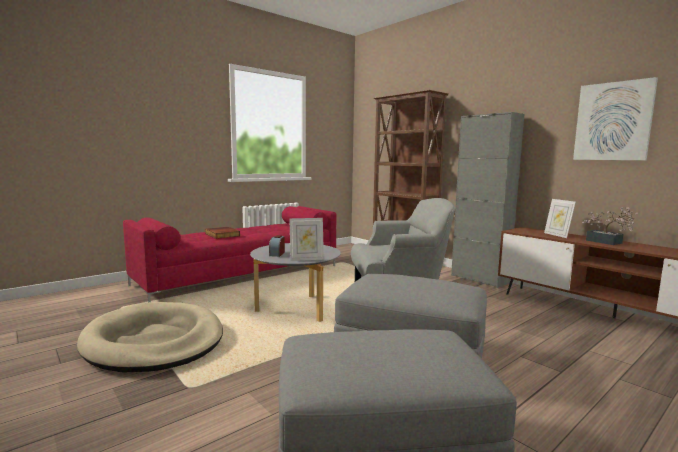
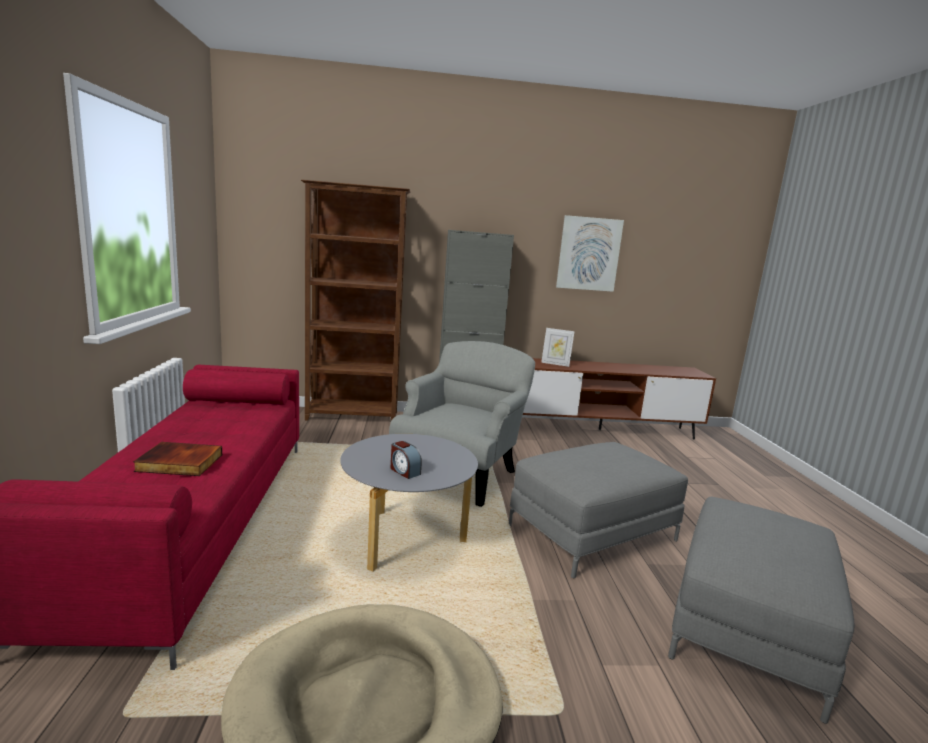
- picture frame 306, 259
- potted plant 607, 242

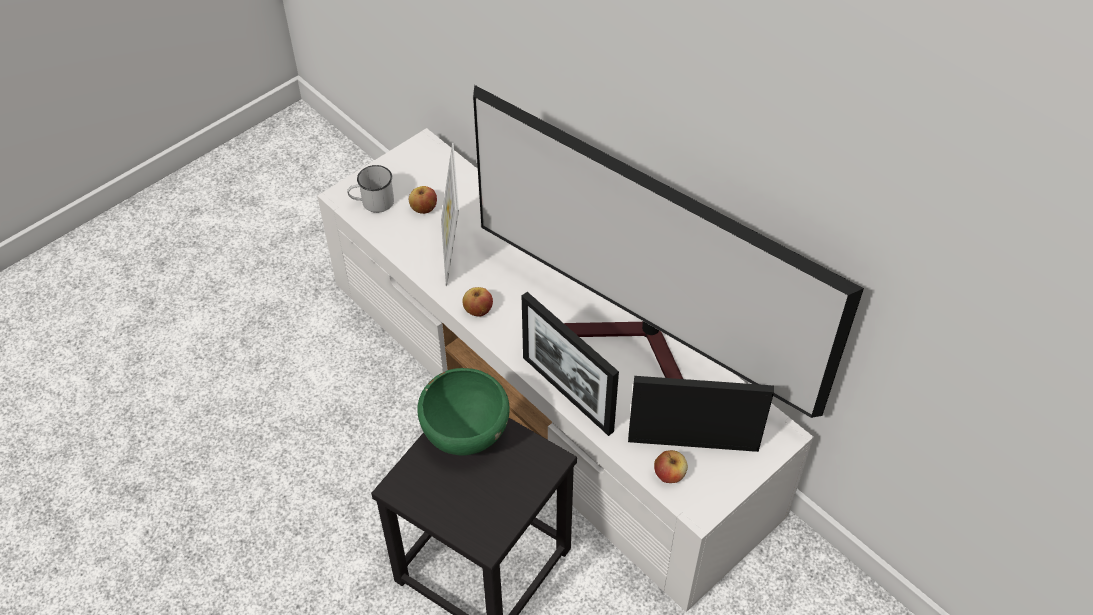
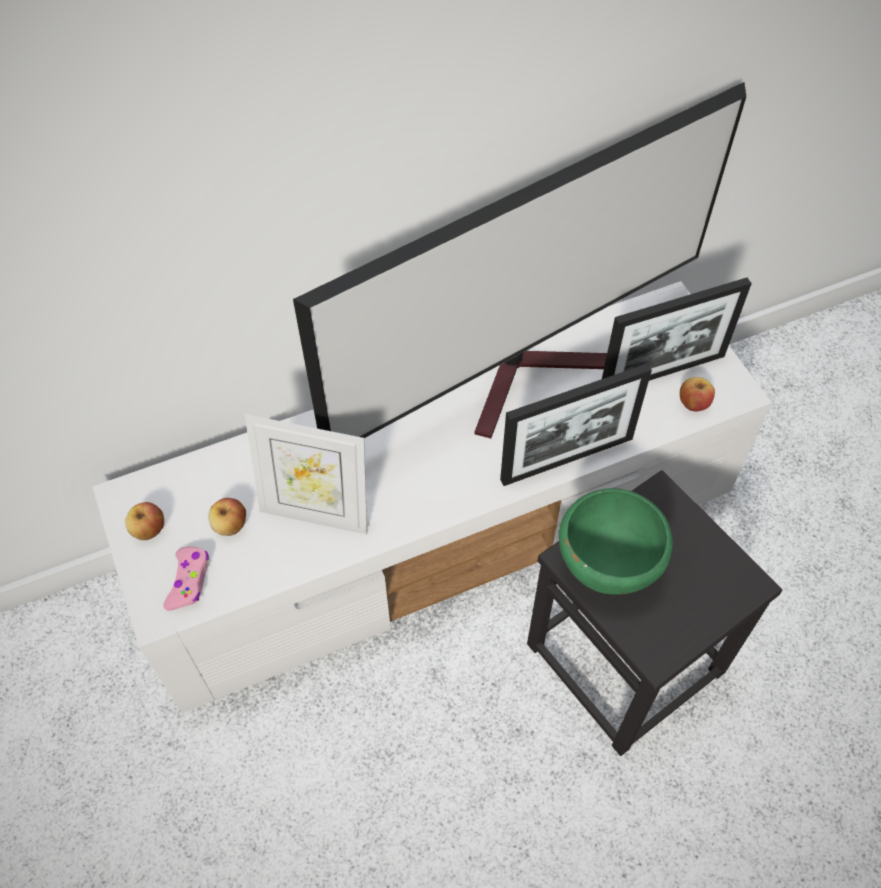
~ apple 478, 310 to 149, 529
~ white mug 372, 202 to pink game controller 189, 581
~ picture frame 693, 443 = 662, 372 135 degrees counterclockwise

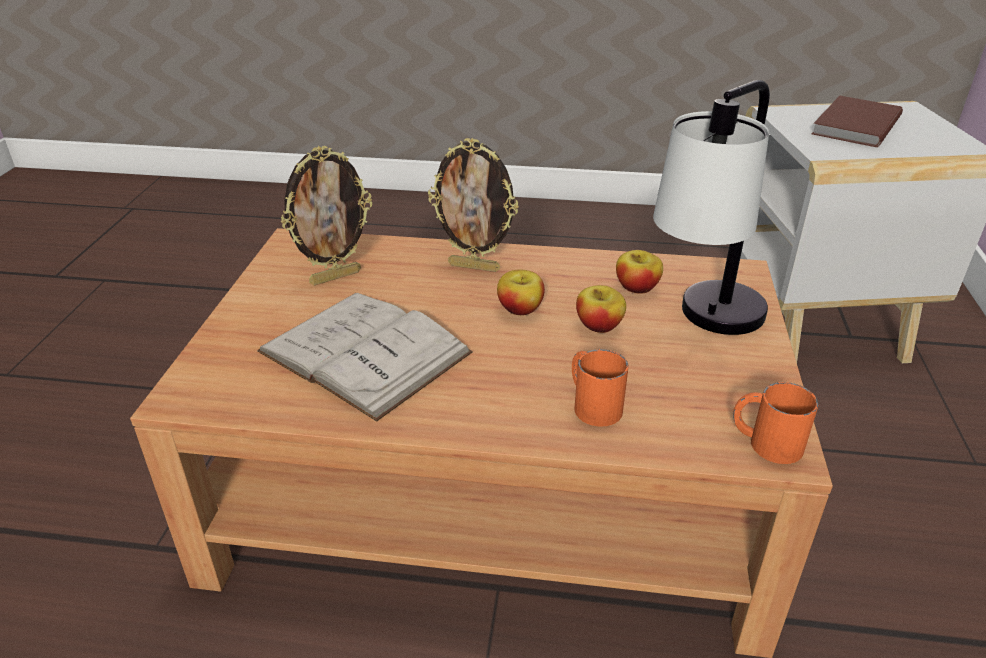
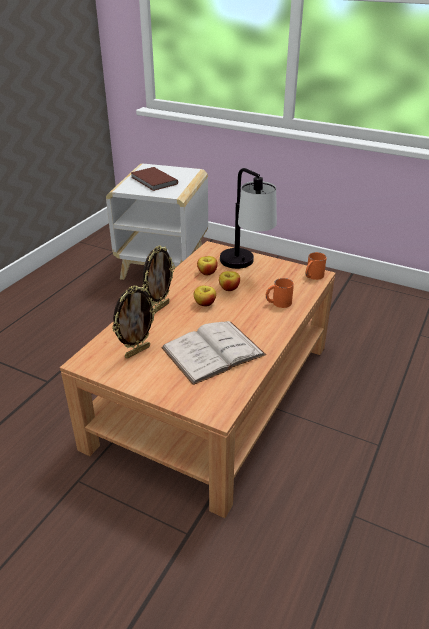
~ picture frame 335, 277 = 137, 351 60 degrees clockwise

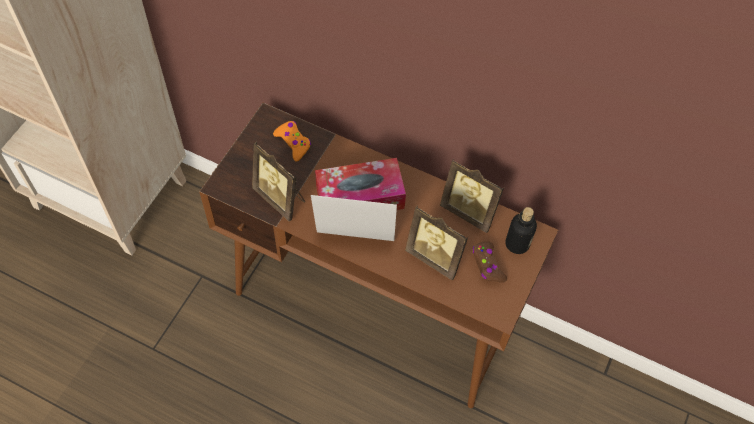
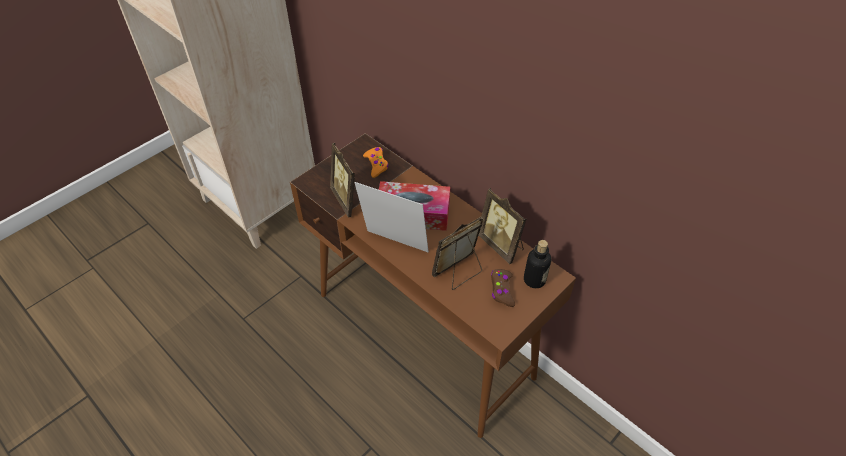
~ picture frame 436, 257 = 459, 273 90 degrees clockwise

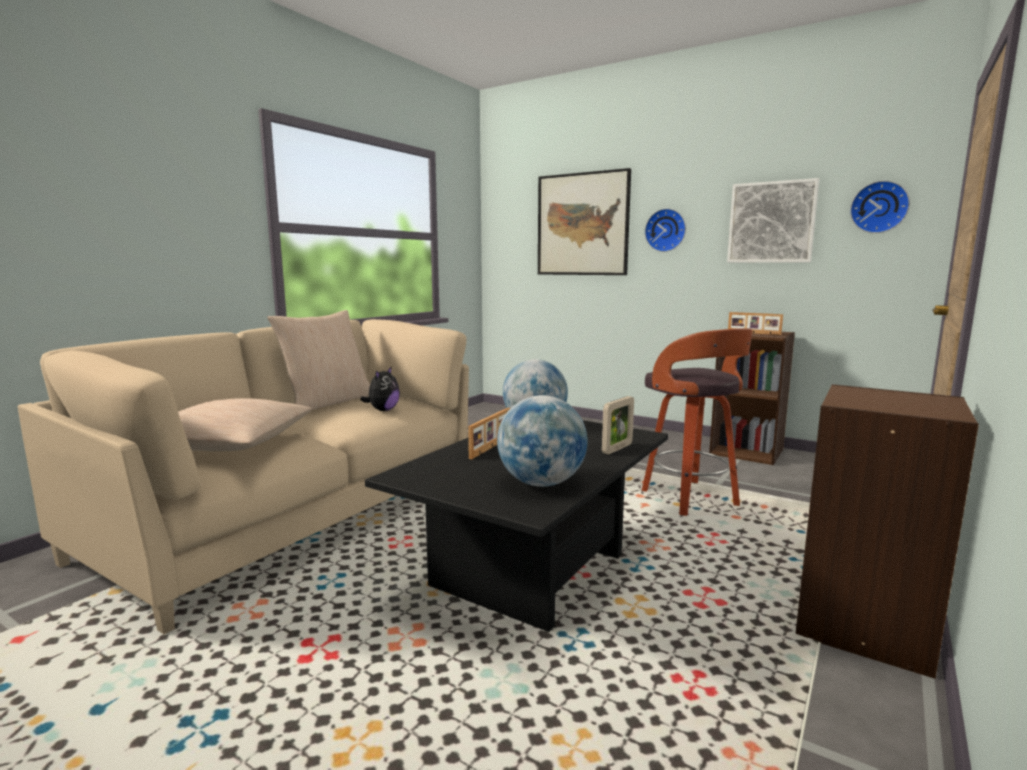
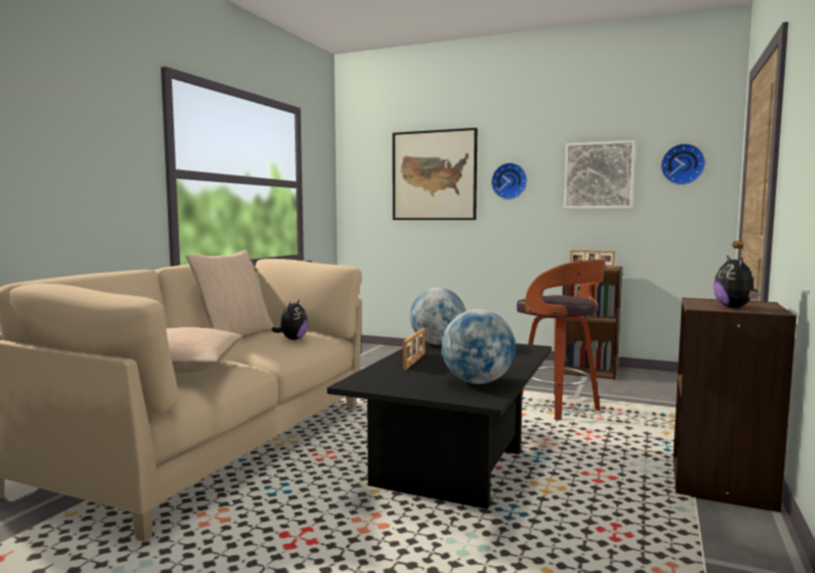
- picture frame 617, 449
+ plush toy 735, 308

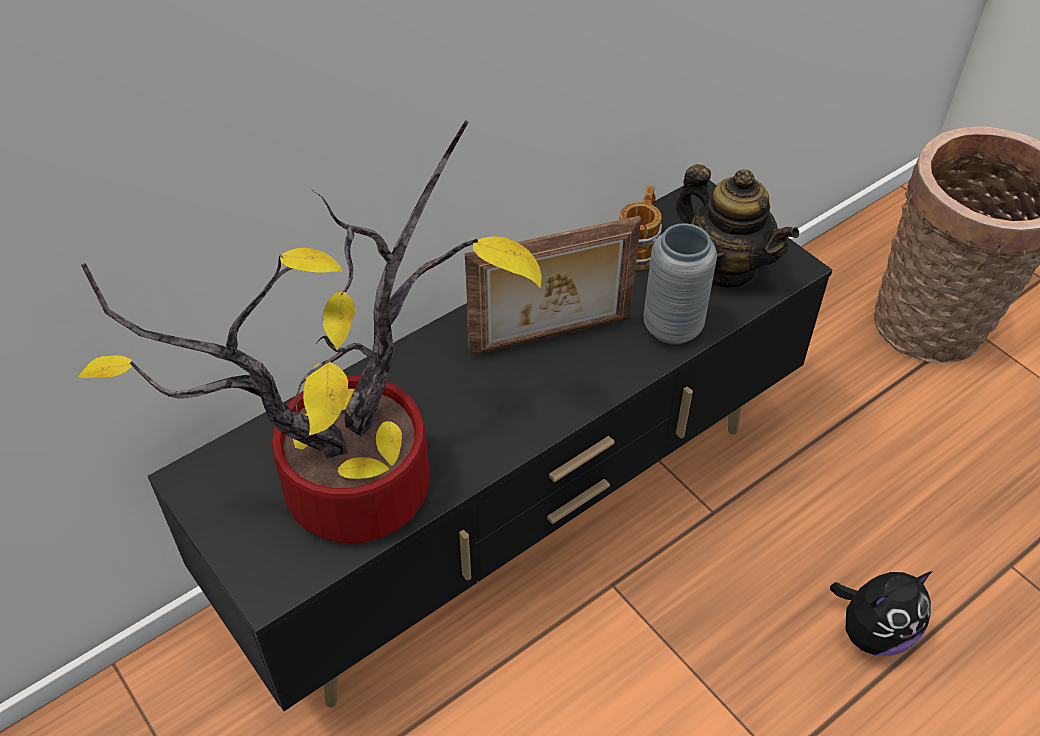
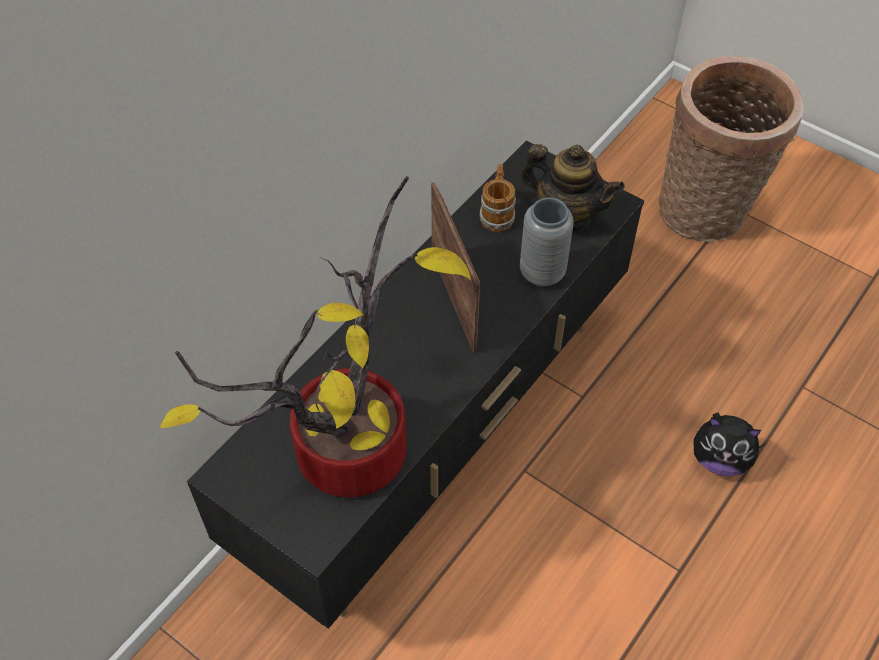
~ picture frame 551, 338 = 455, 300 75 degrees counterclockwise
~ plush toy 873, 632 = 719, 459 60 degrees clockwise

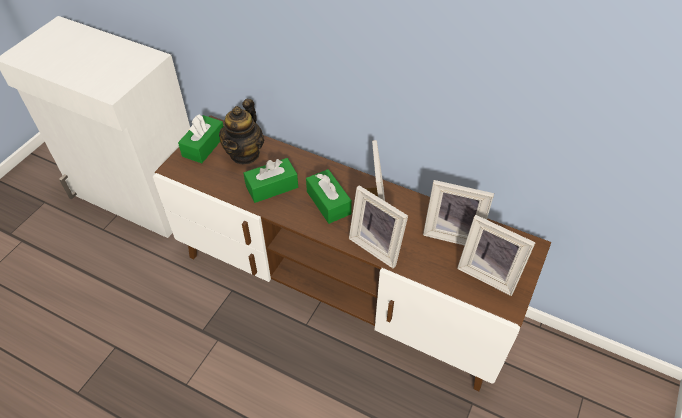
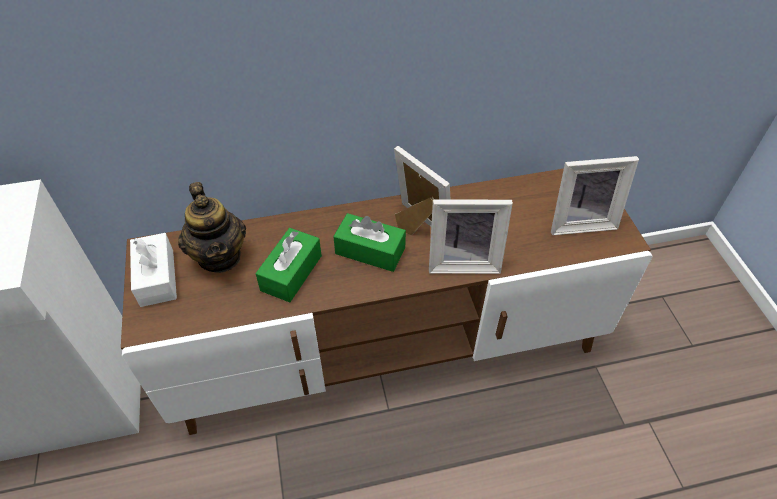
- picture frame 452, 232
~ green tissue box 204, 146 to white tissue box 157, 277

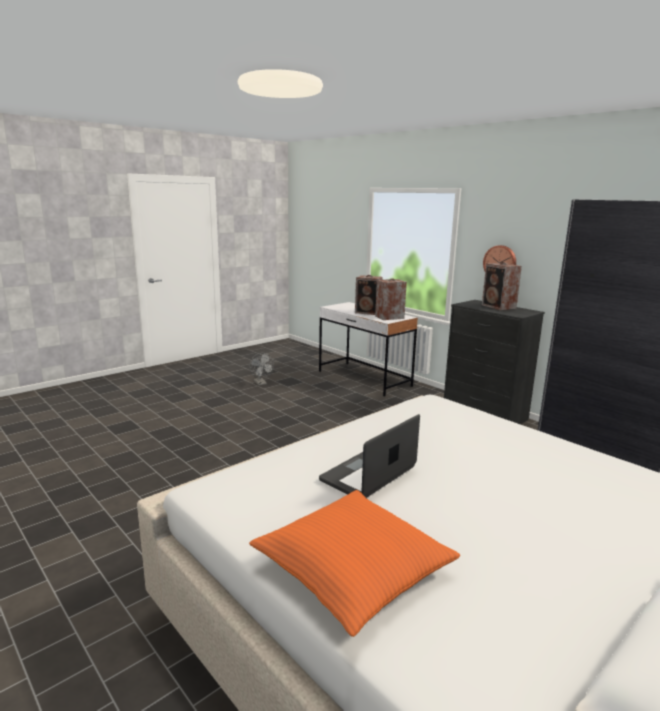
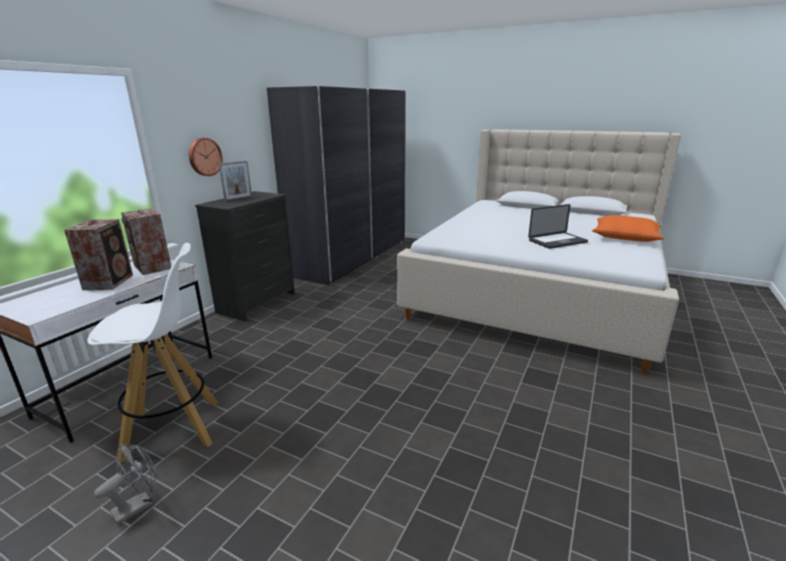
+ white stool 174, 429
~ speaker 499, 307 to picture frame 238, 198
~ laptop 368, 474 = 557, 241 45 degrees counterclockwise

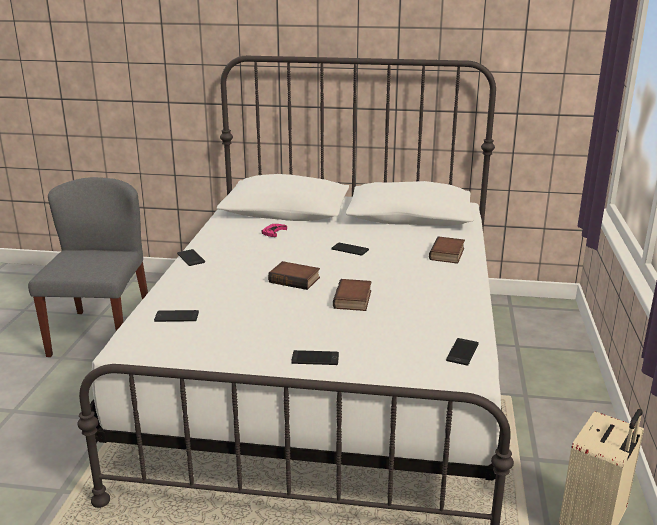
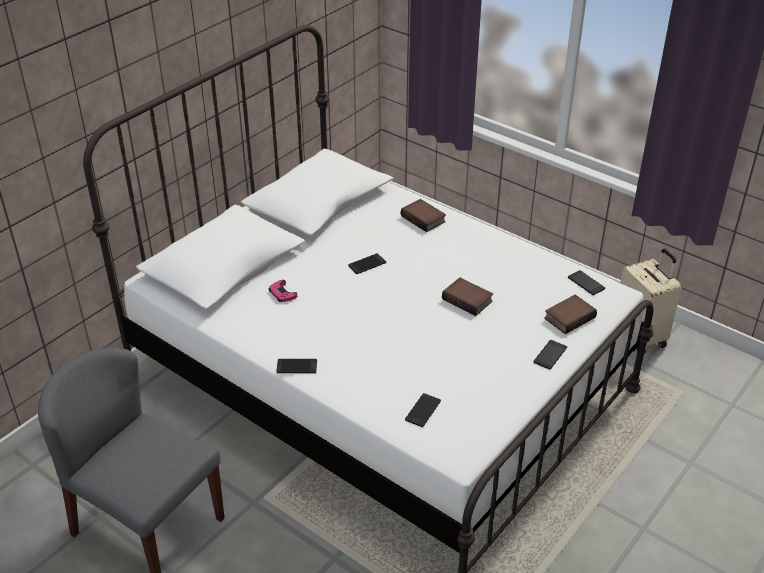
~ book 295, 279 to 569, 317

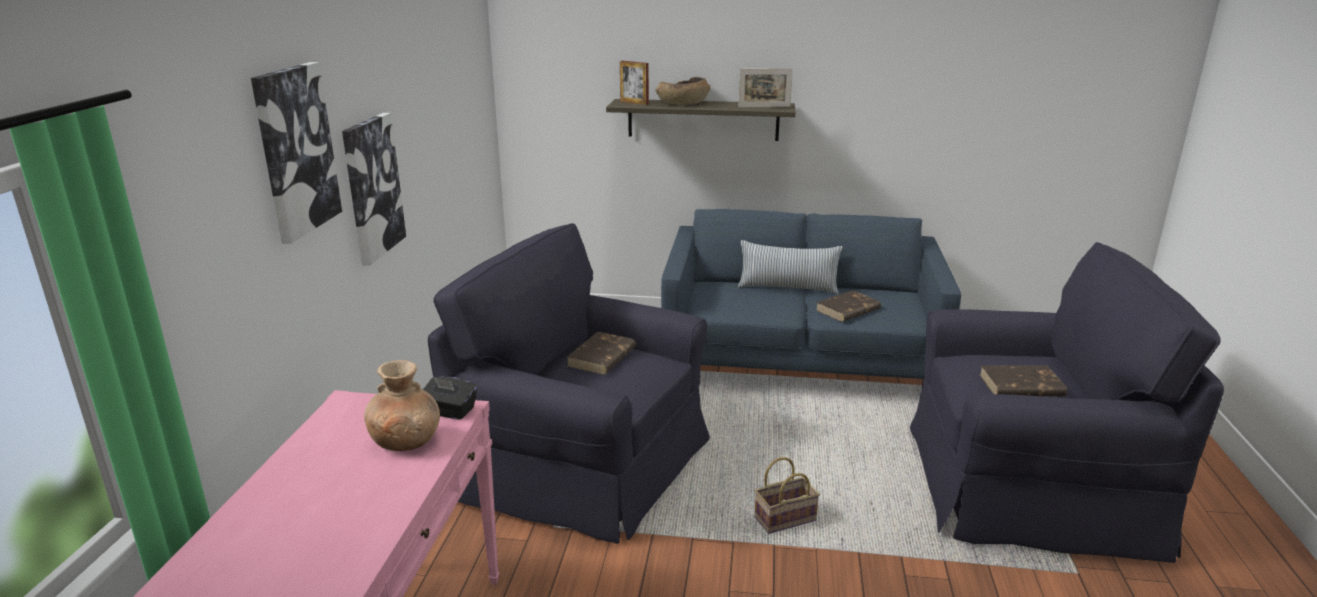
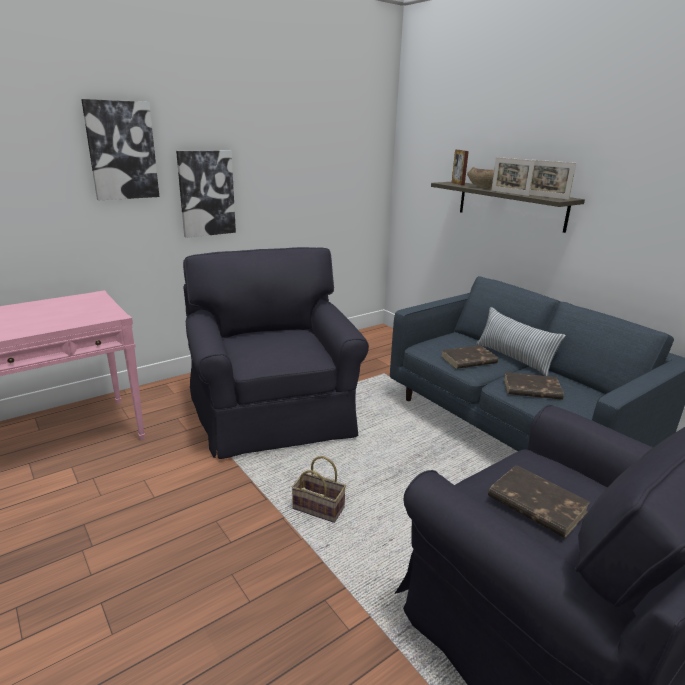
- brown vase 406, 441
- black tissue box 449, 411
+ picture frame 509, 193
~ brown book 601, 357 to 468, 360

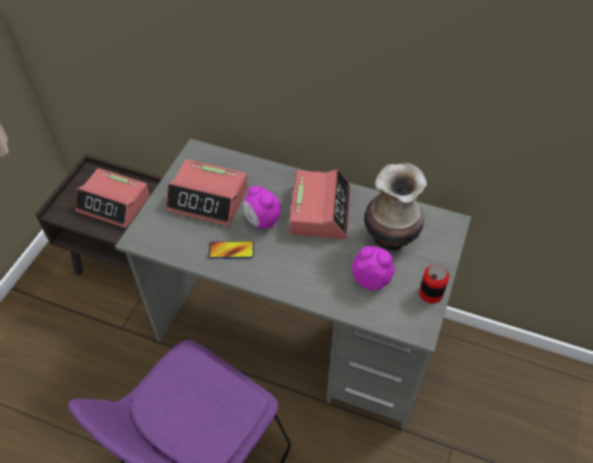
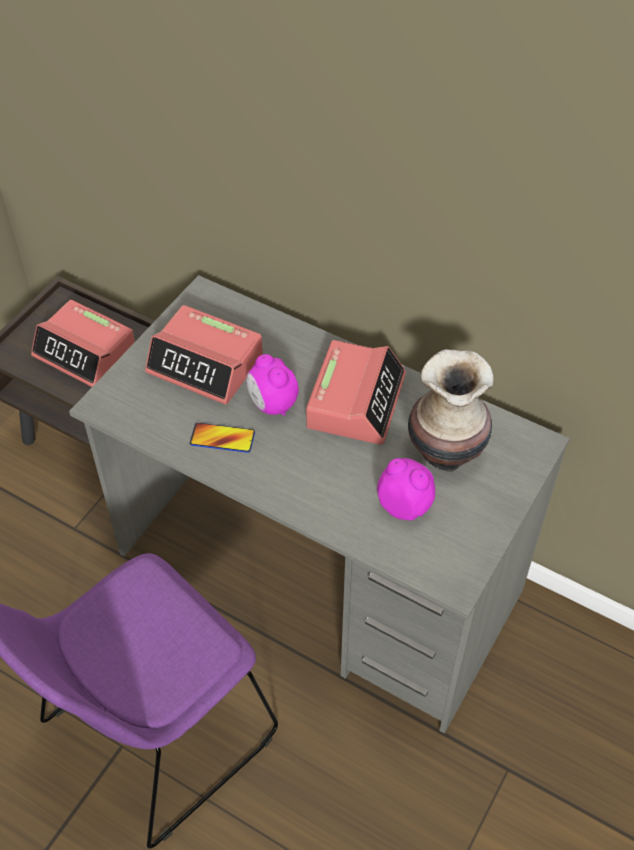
- can 430, 293

